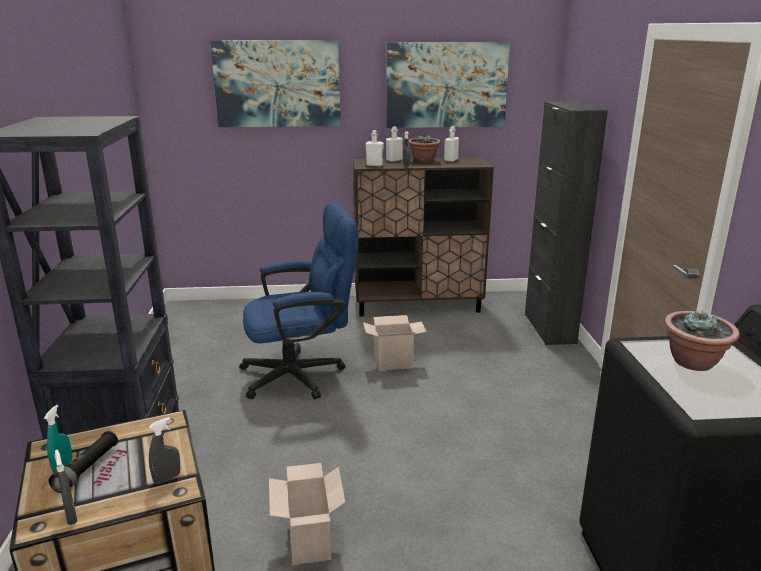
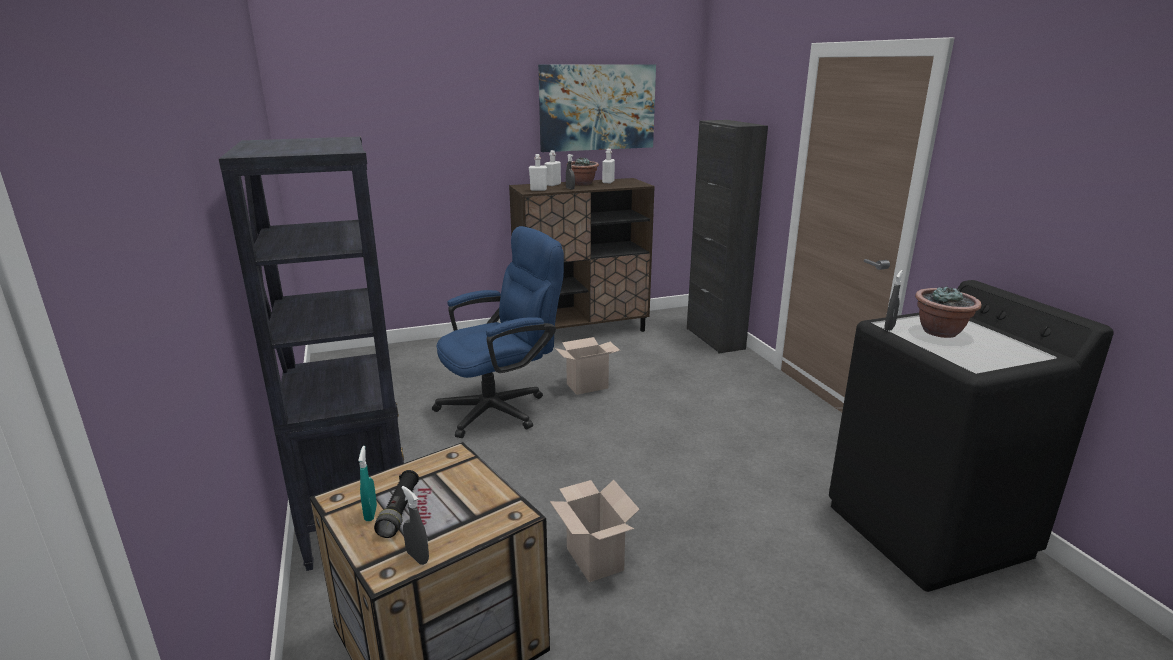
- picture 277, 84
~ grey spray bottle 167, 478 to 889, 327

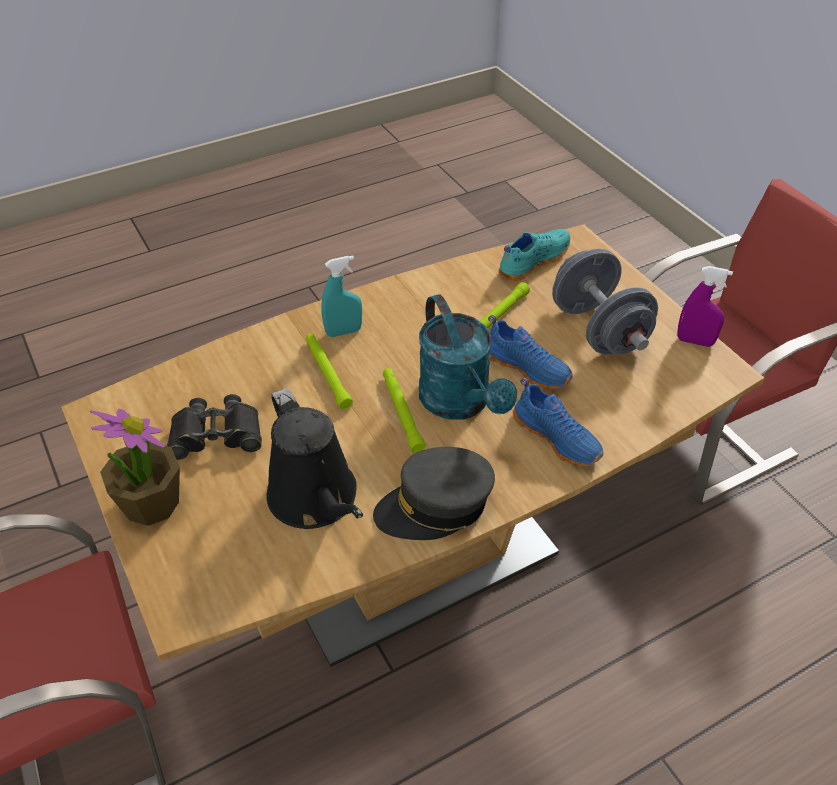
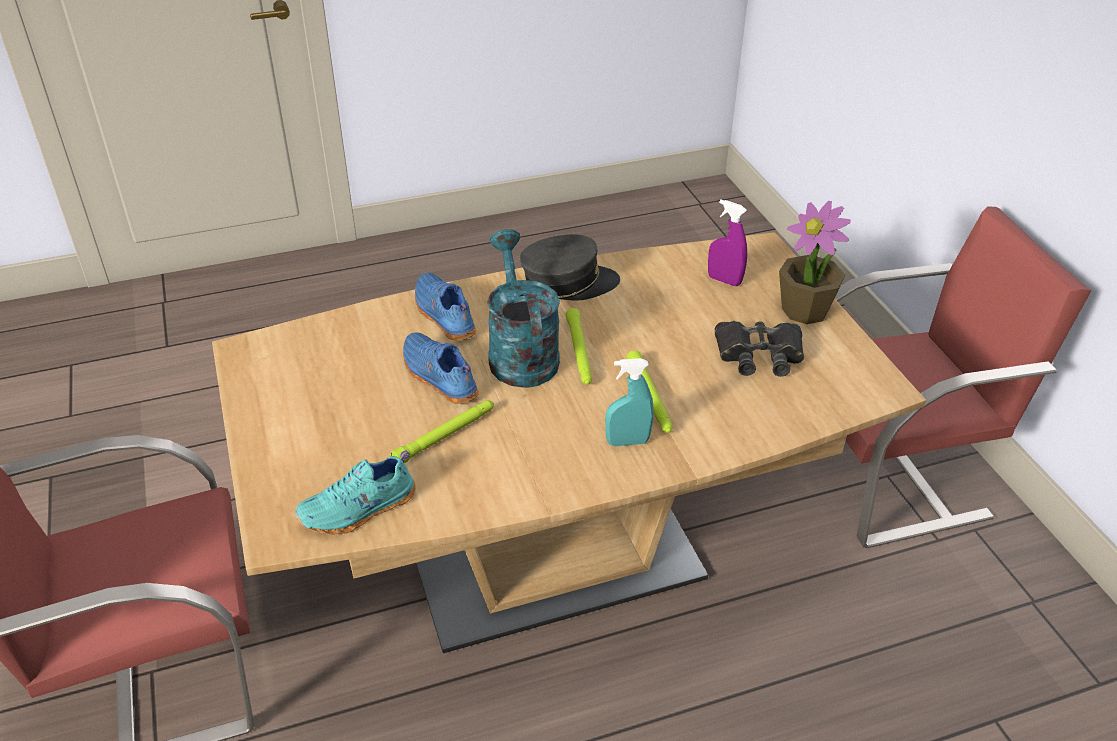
- black watering can 316, 500
- grey dumbbell 598, 330
~ purple spray bottle 695, 341 to 724, 280

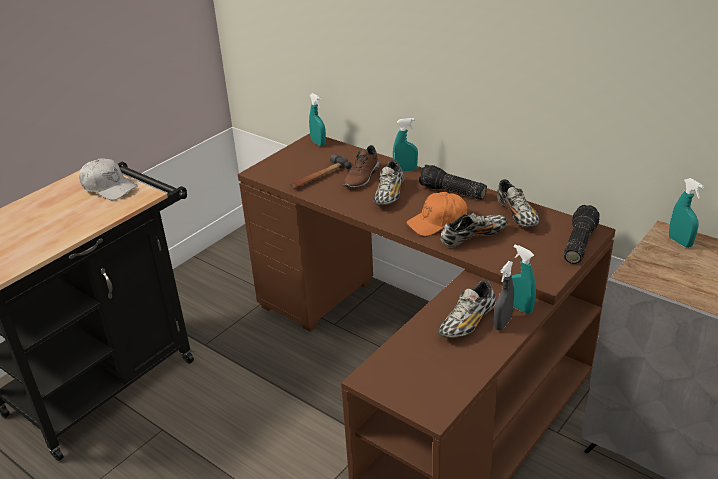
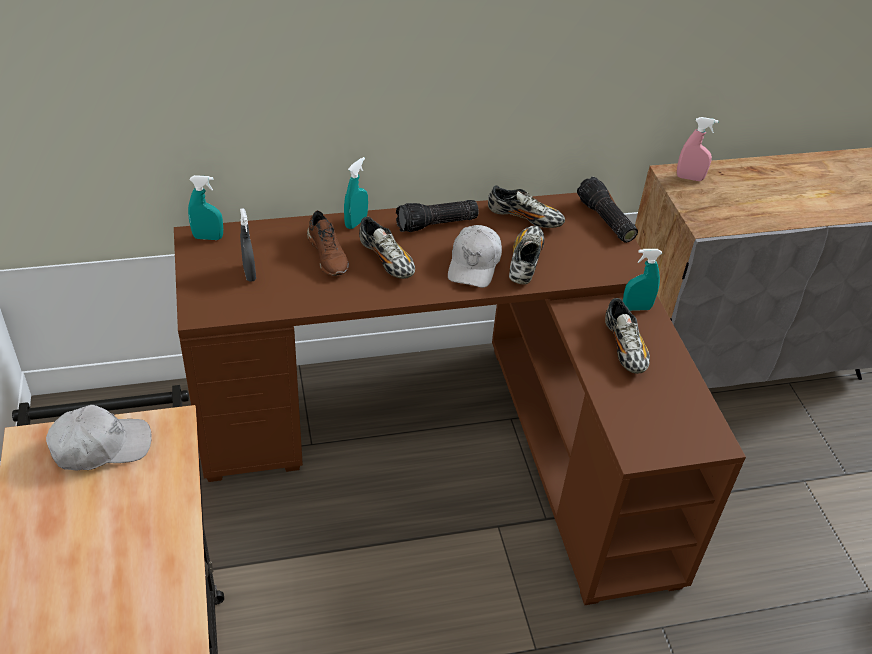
- hammer 319, 176
~ grey spray bottle 502, 323 to 249, 273
~ orange cap 437, 222 to white cap 474, 264
~ turquoise spray bottle 680, 242 to pink spray bottle 689, 178

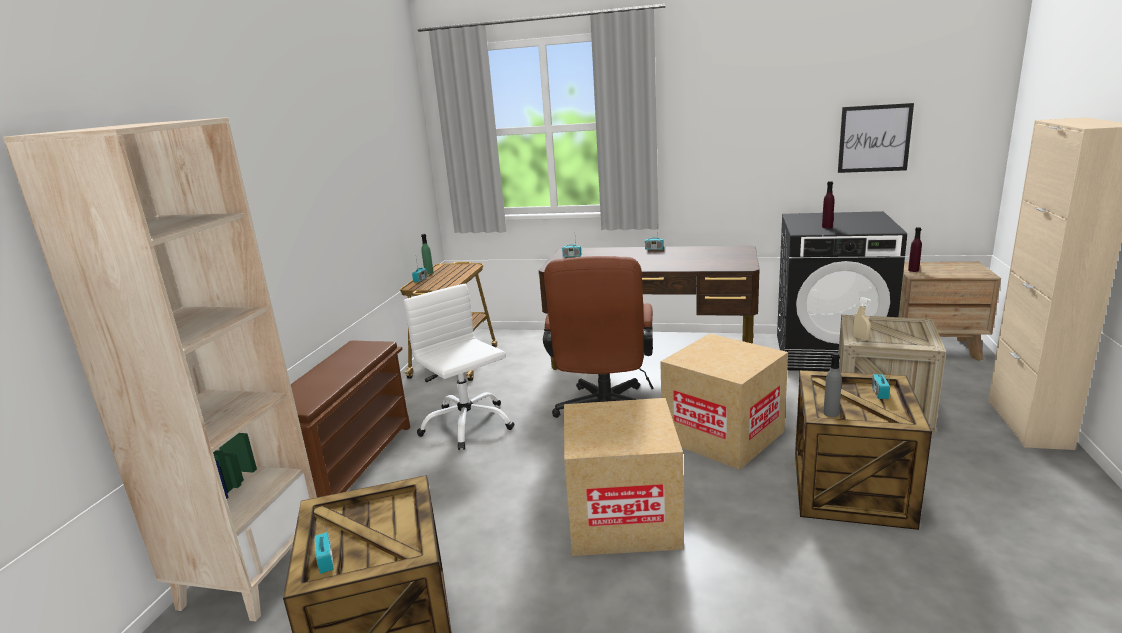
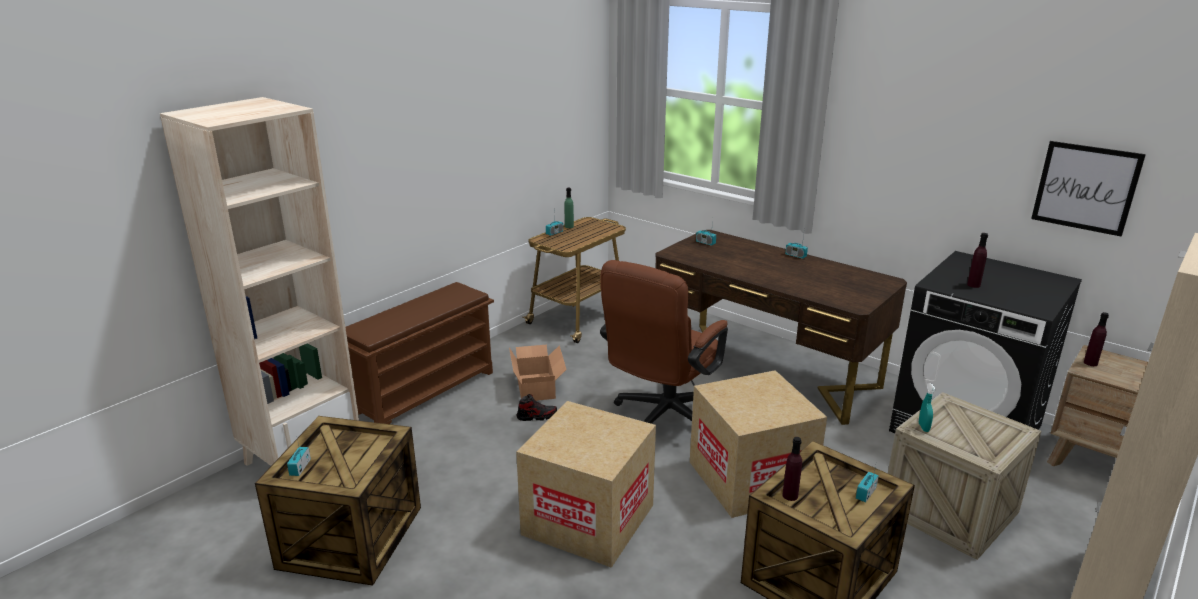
+ shoe 536, 416
~ white office chair 466, 424 to cardboard box 538, 386
~ grey bottle 831, 413 to purple bottle 790, 495
~ beige spray bottle 861, 338 to turquoise spray bottle 923, 427

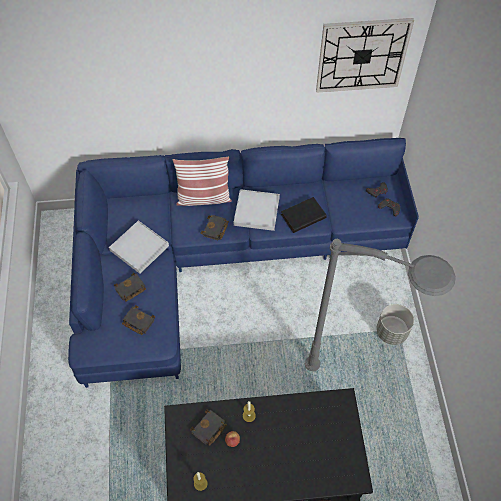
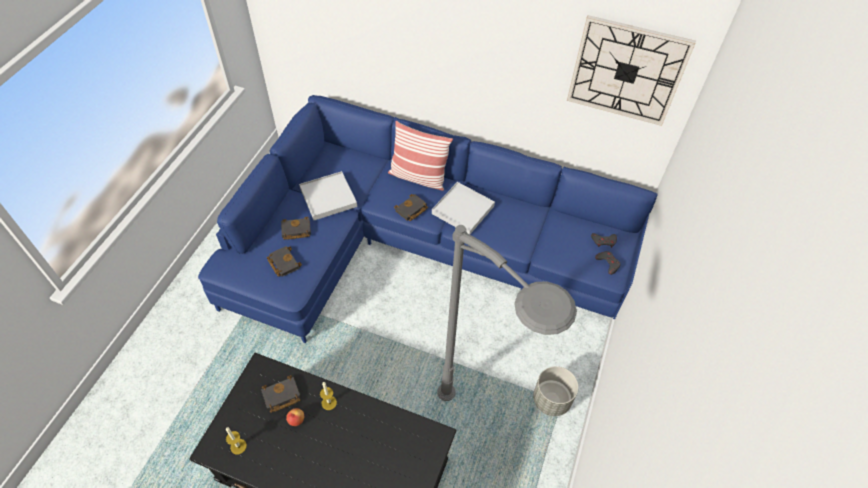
- black book 303, 215

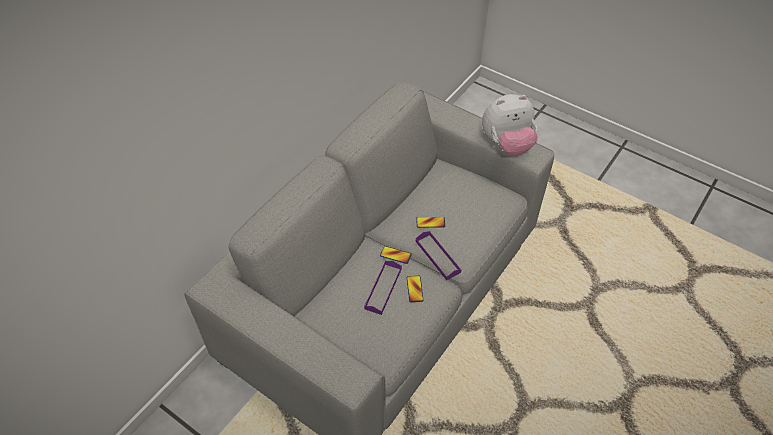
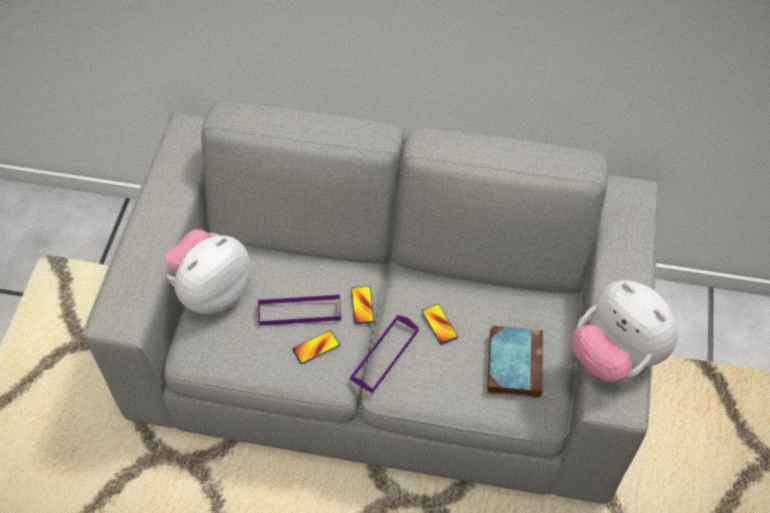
+ plush toy 210, 290
+ book 514, 363

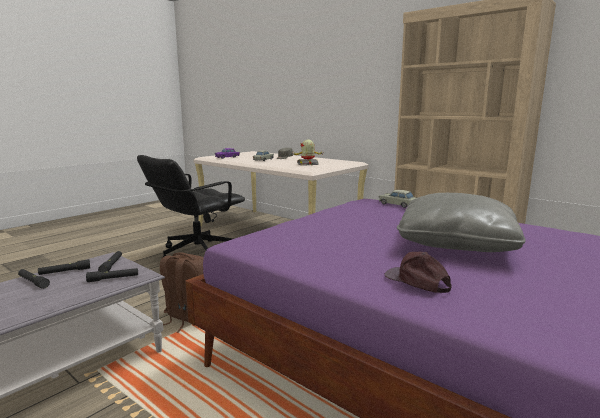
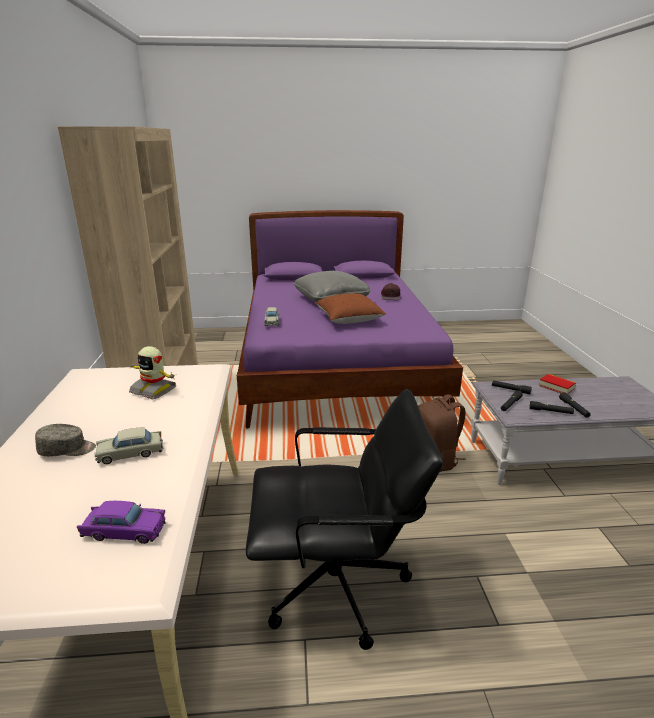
+ brown pillow 349, 320
+ book 556, 387

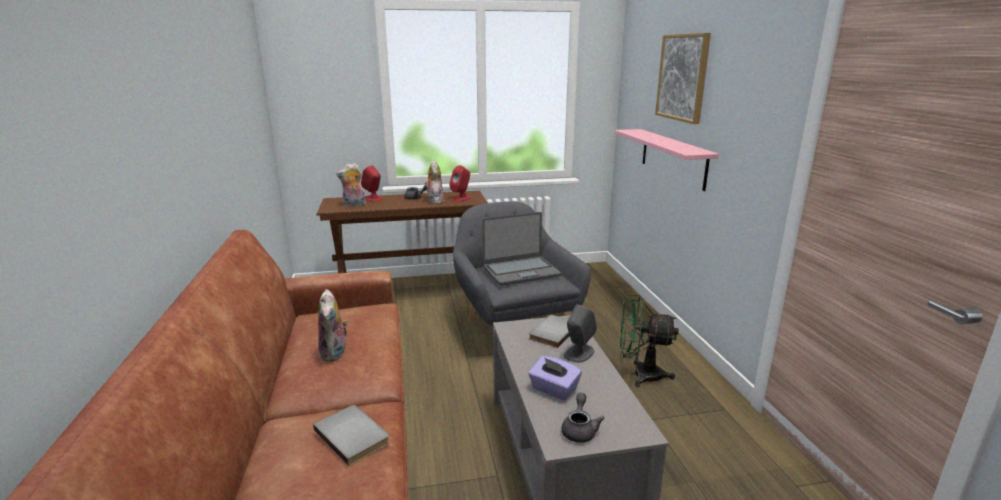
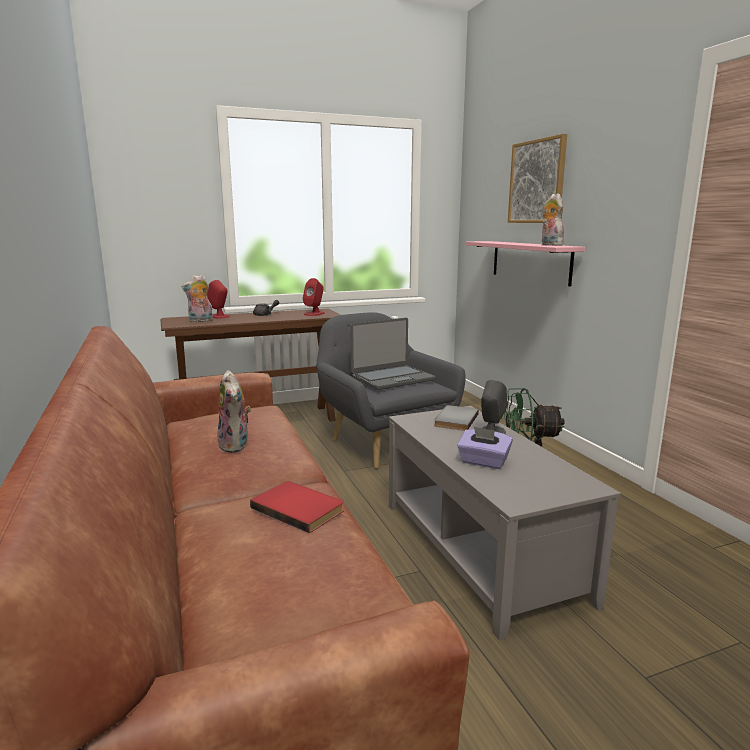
- grey teapot 579, 429
~ plush toy 434, 201 to 549, 245
~ grey book 354, 435 to red book 299, 508

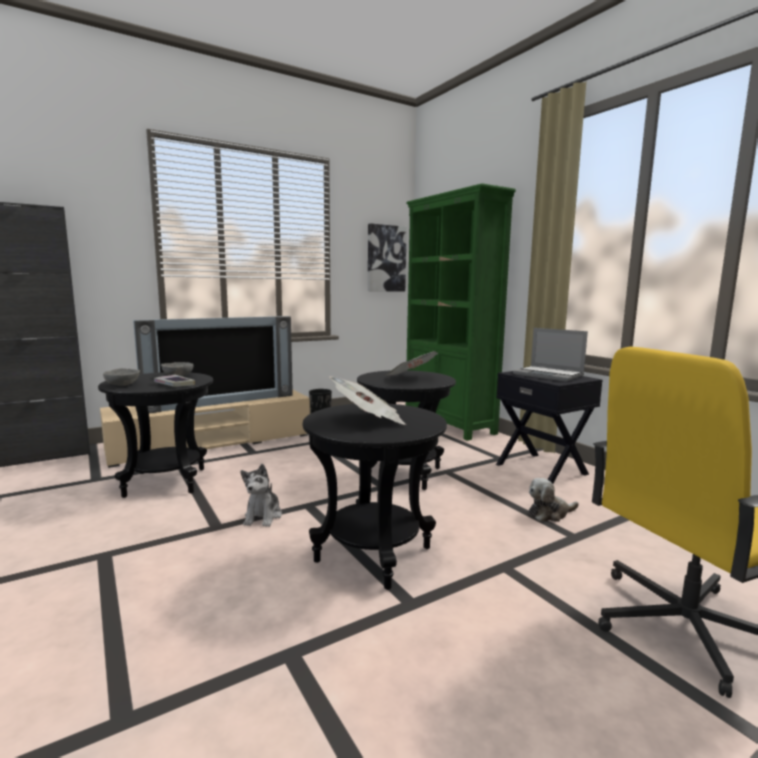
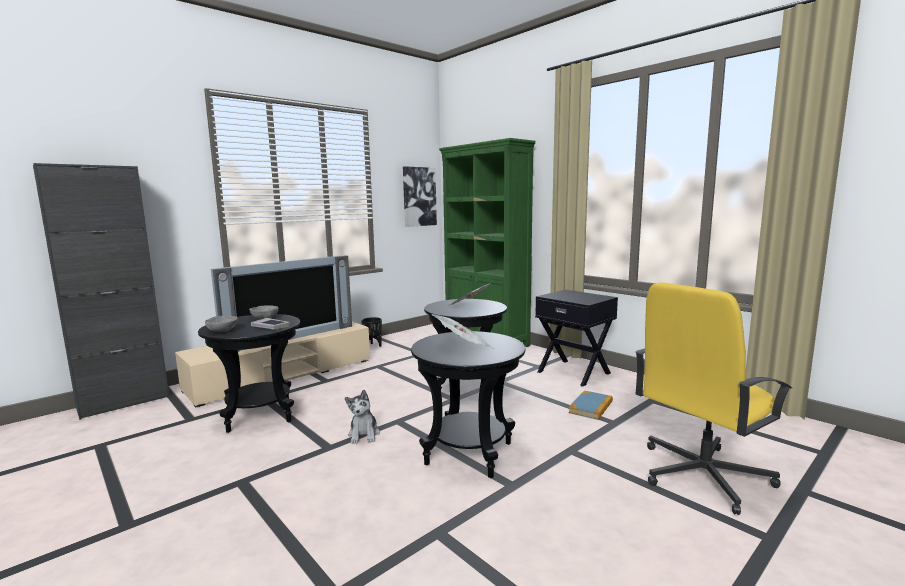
- laptop 549, 375
~ plush toy 549, 513 to book 591, 407

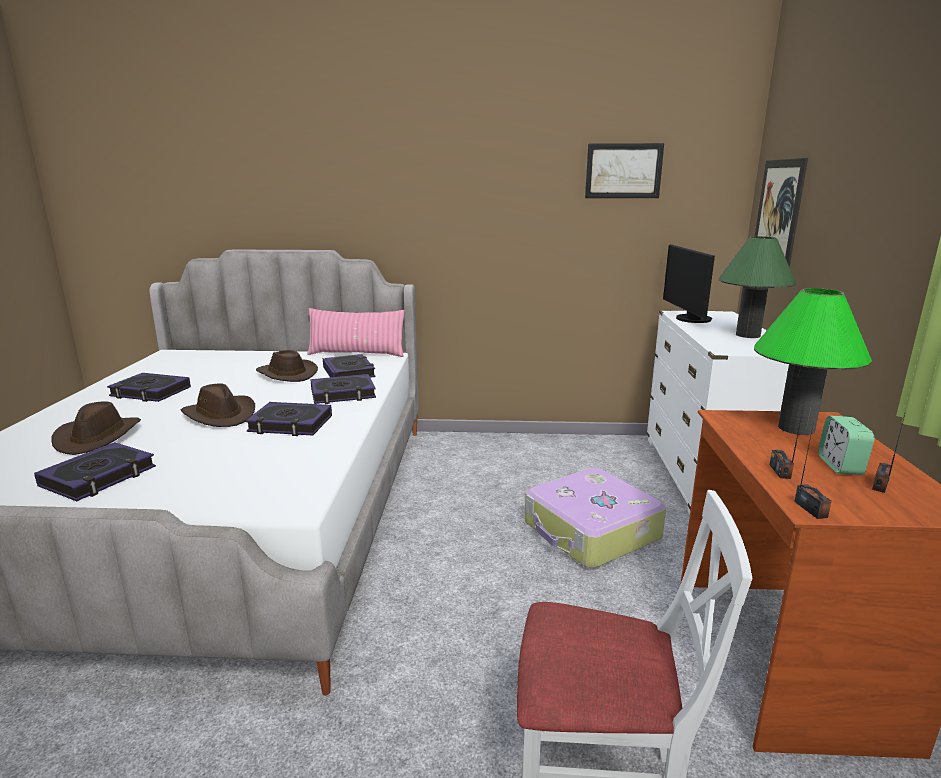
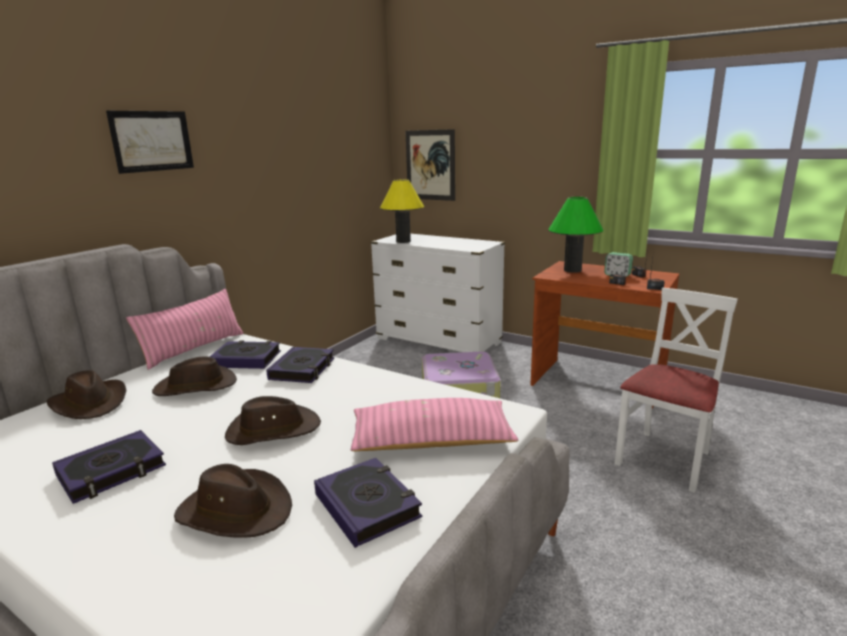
- book 290, 424
- green table lamp 748, 335
+ brown hat 90, 403
+ pink pillow 431, 440
~ picture 623, 171 to 152, 141
~ monitor 689, 319 to yellow table lamp 403, 241

